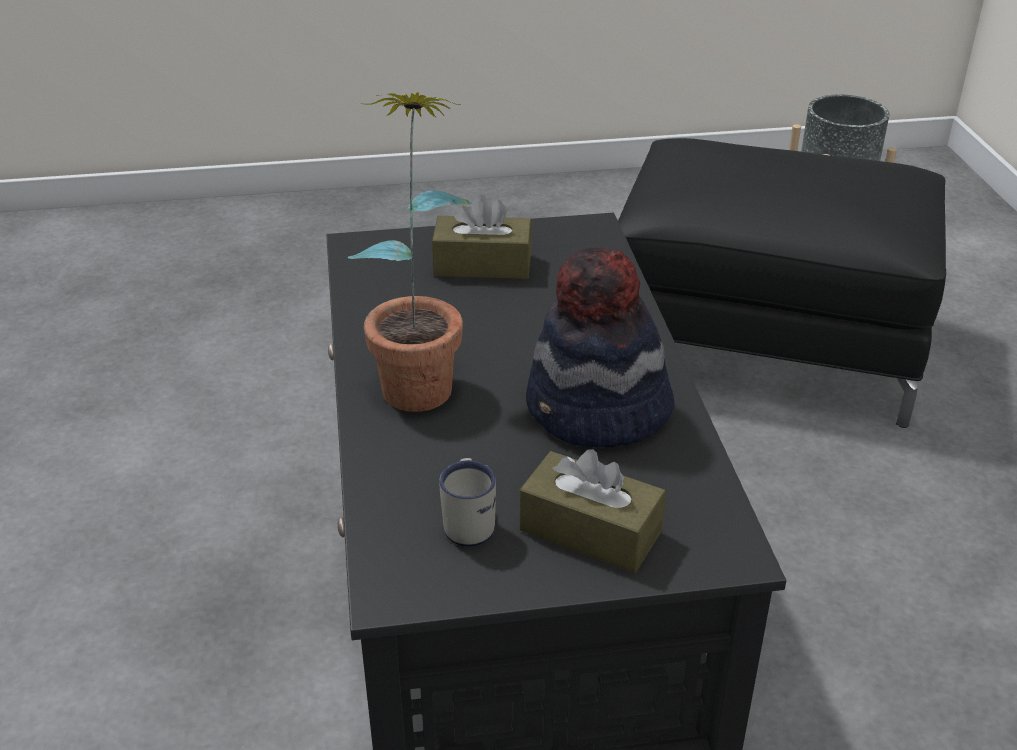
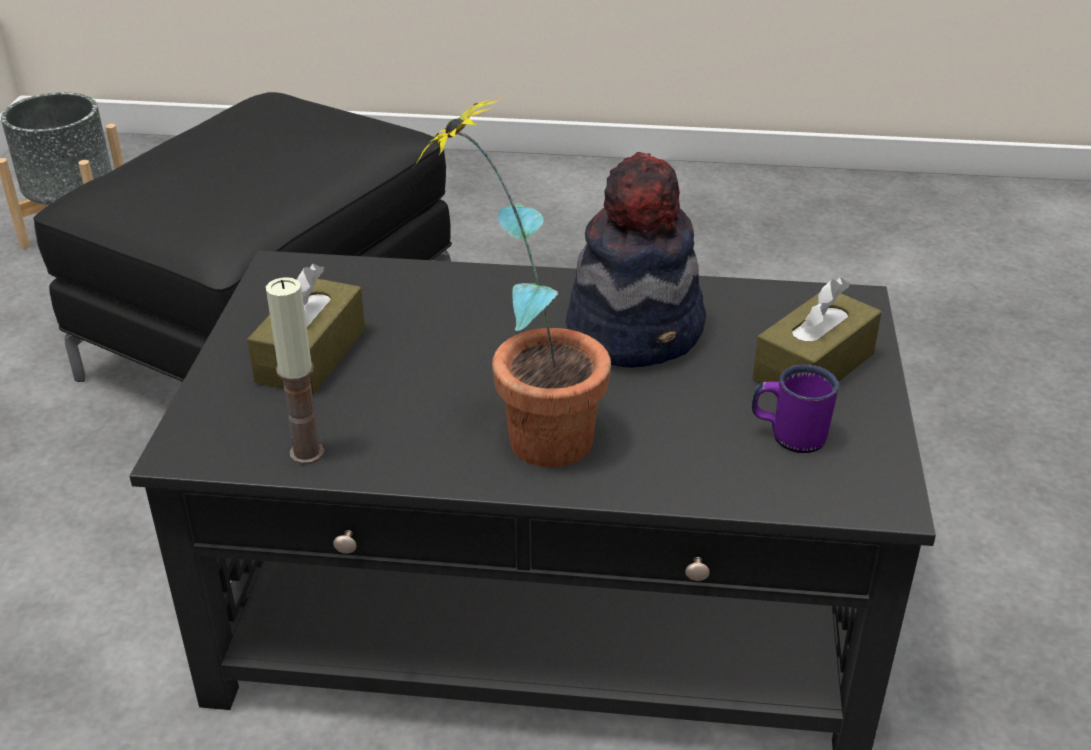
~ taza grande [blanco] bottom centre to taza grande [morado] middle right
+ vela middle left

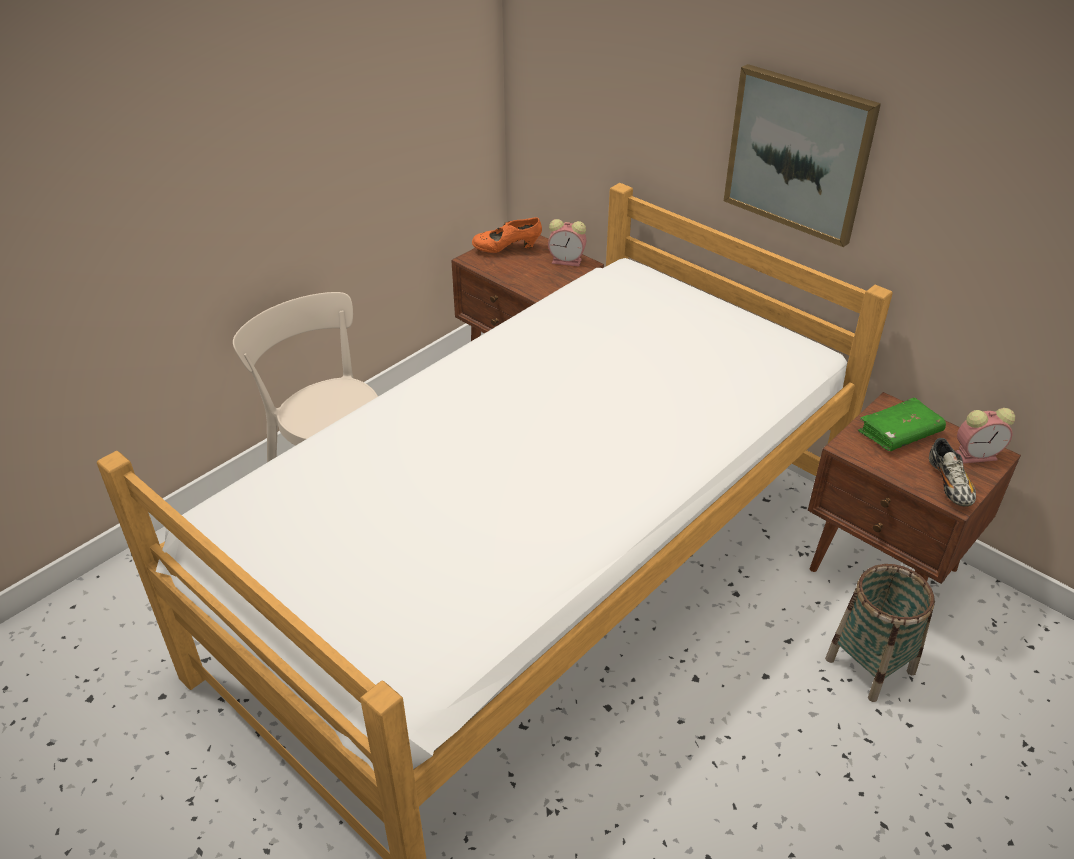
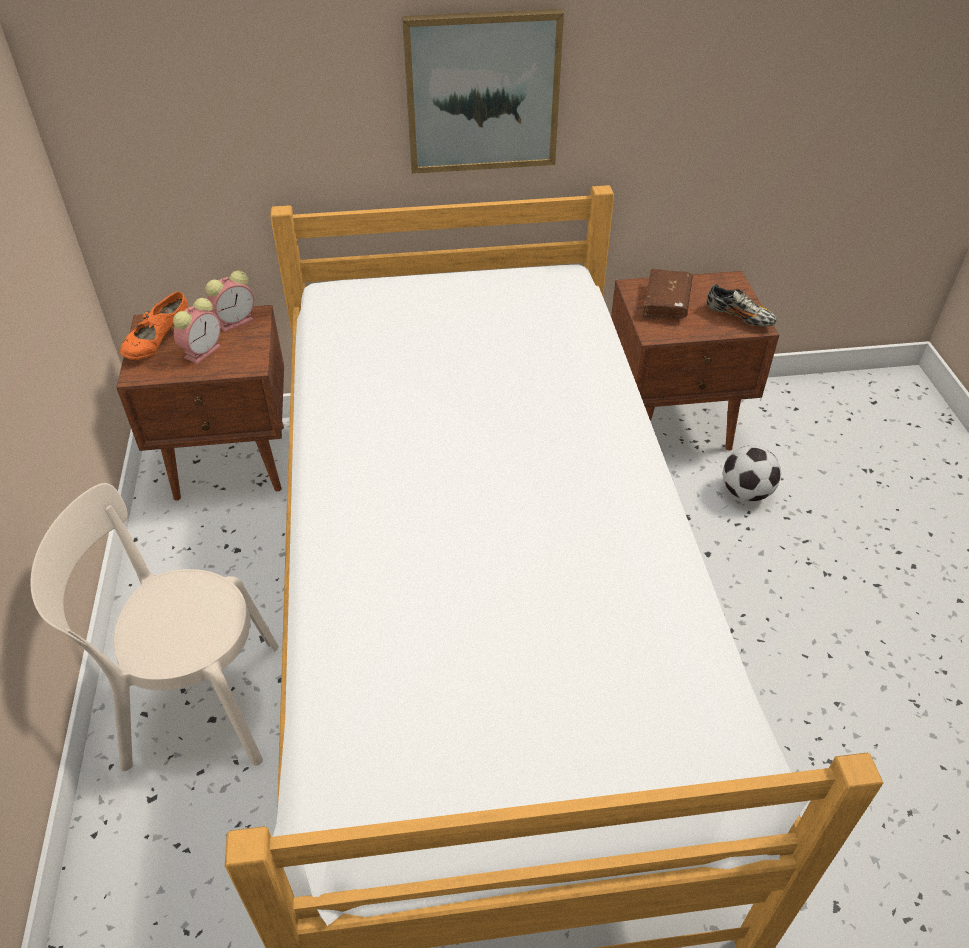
~ libro [verde] middle right to libro [marrón] top right
~ despertador (2nd from left in the first image) middle right to despertador (1st from left) middle left
~ cesta bottom right to balón de fútbol middle right

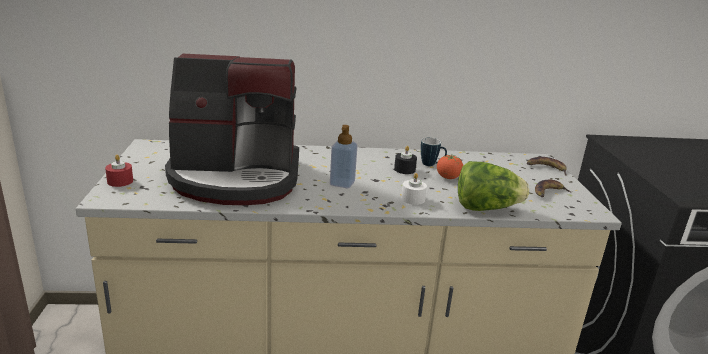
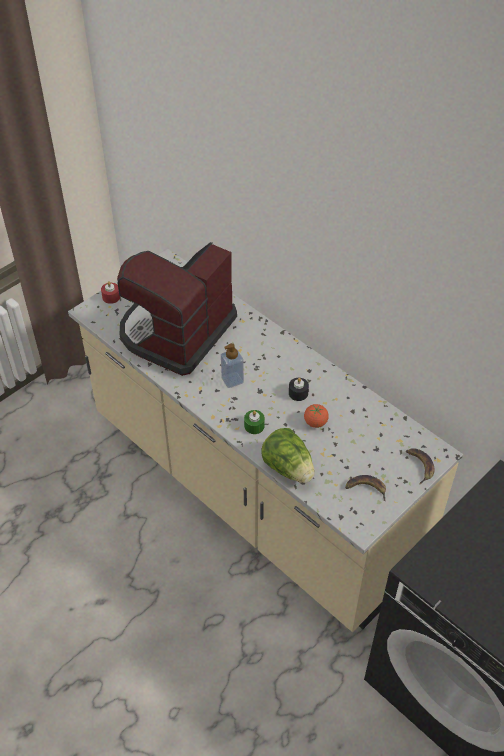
~ cafetera middle left = centre 75 degrees clockwise
- taza grande centre
~ vela [blanco] centre to vela [verde] centre

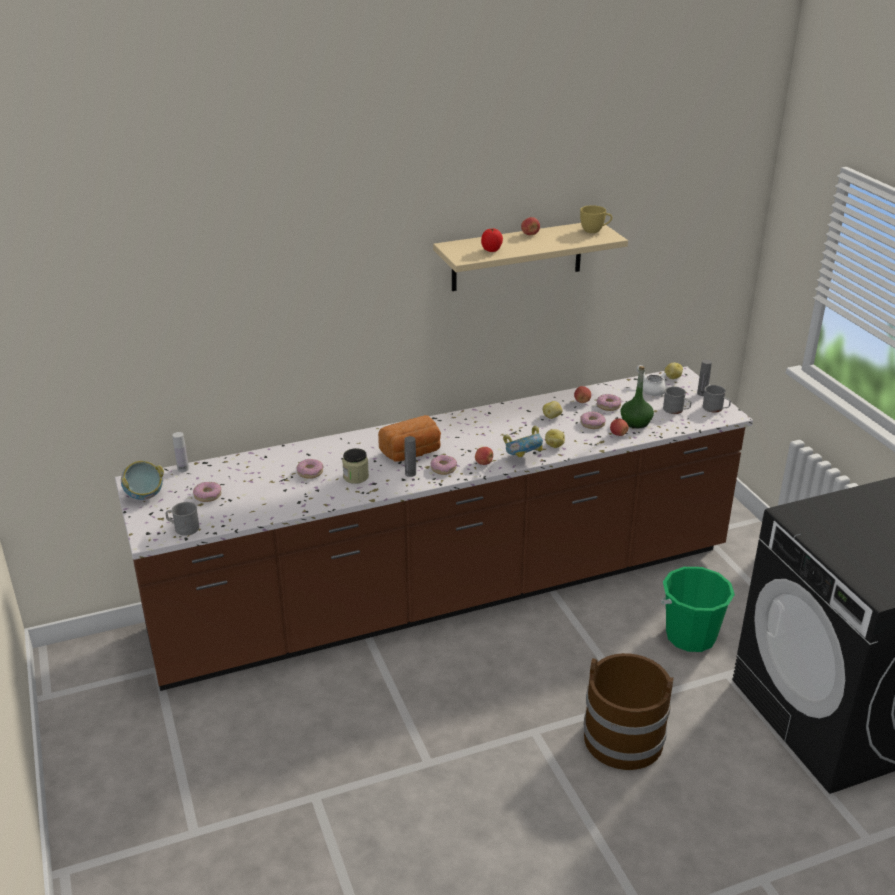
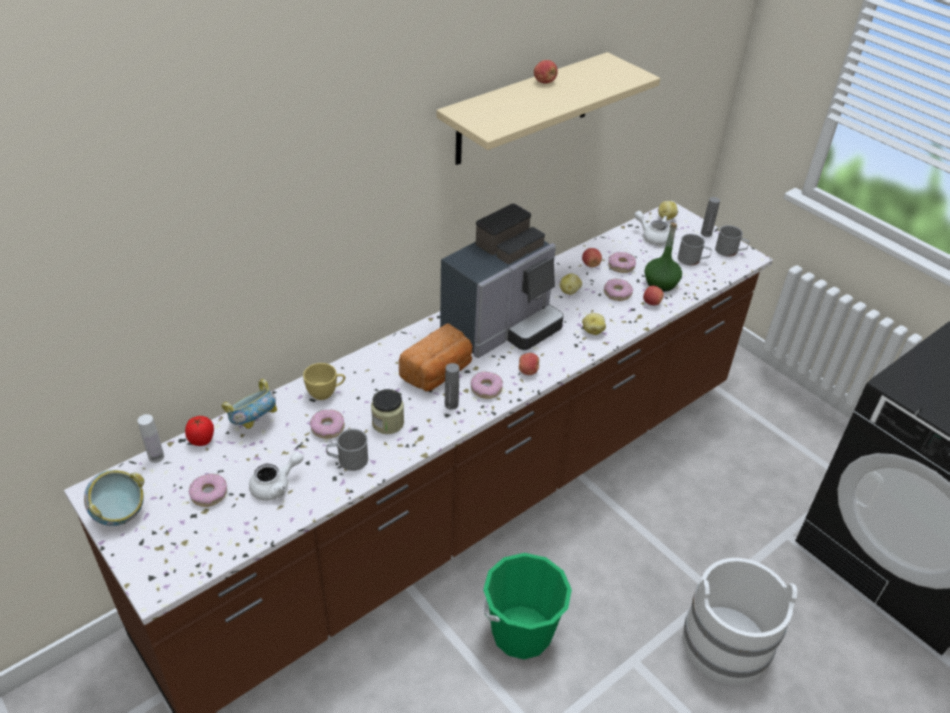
~ taza [amarillo] top centre to centre
~ tomate top centre to middle left
~ cuenco (2nd from left) centre to middle left
~ taza grande [gris] (1st from left) middle left to centre
~ cubo [verde] bottom right to bottom centre
~ cubo [marrón] bottom right to cubo [blanco] bottom right
+ cafetera centre
+ tetera [blanco] (1st from left) bottom left

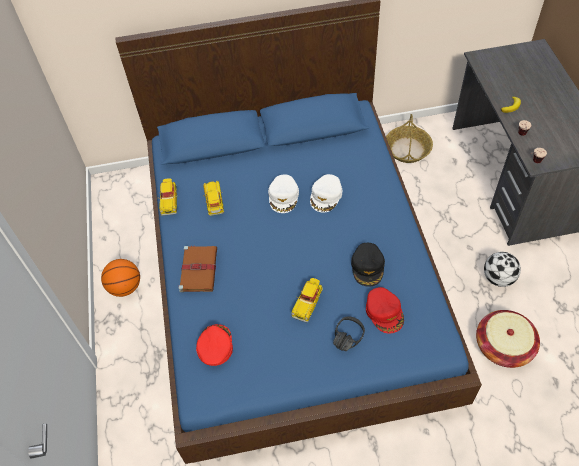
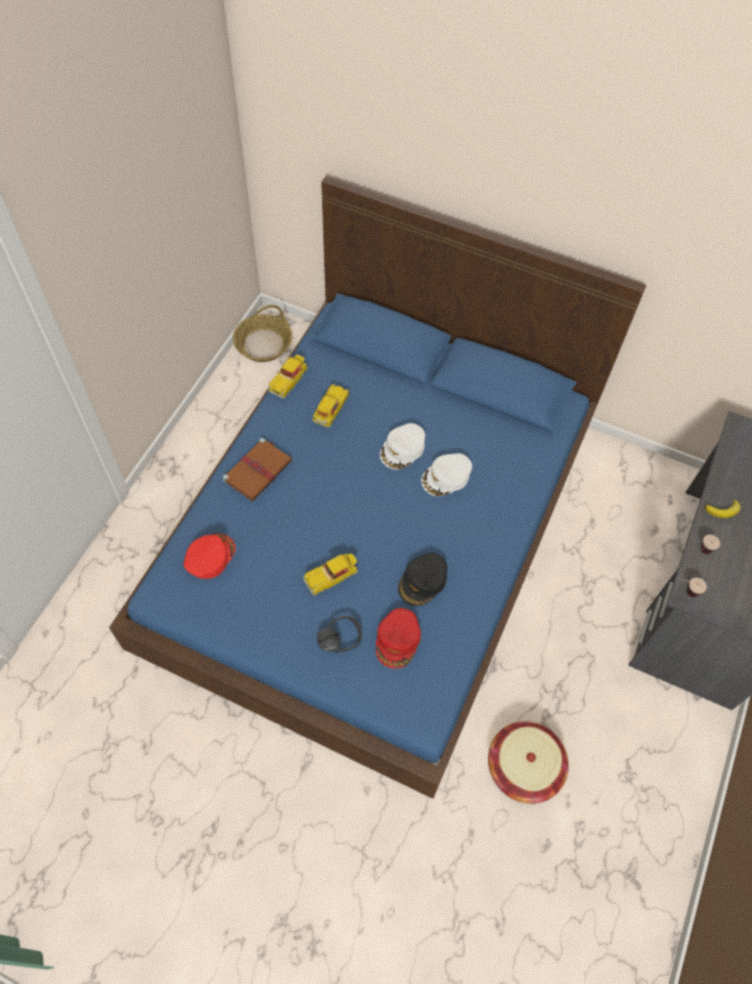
~ cesta (1st from left) top right to centre
- balón de fútbol middle right
- balón de baloncesto middle left

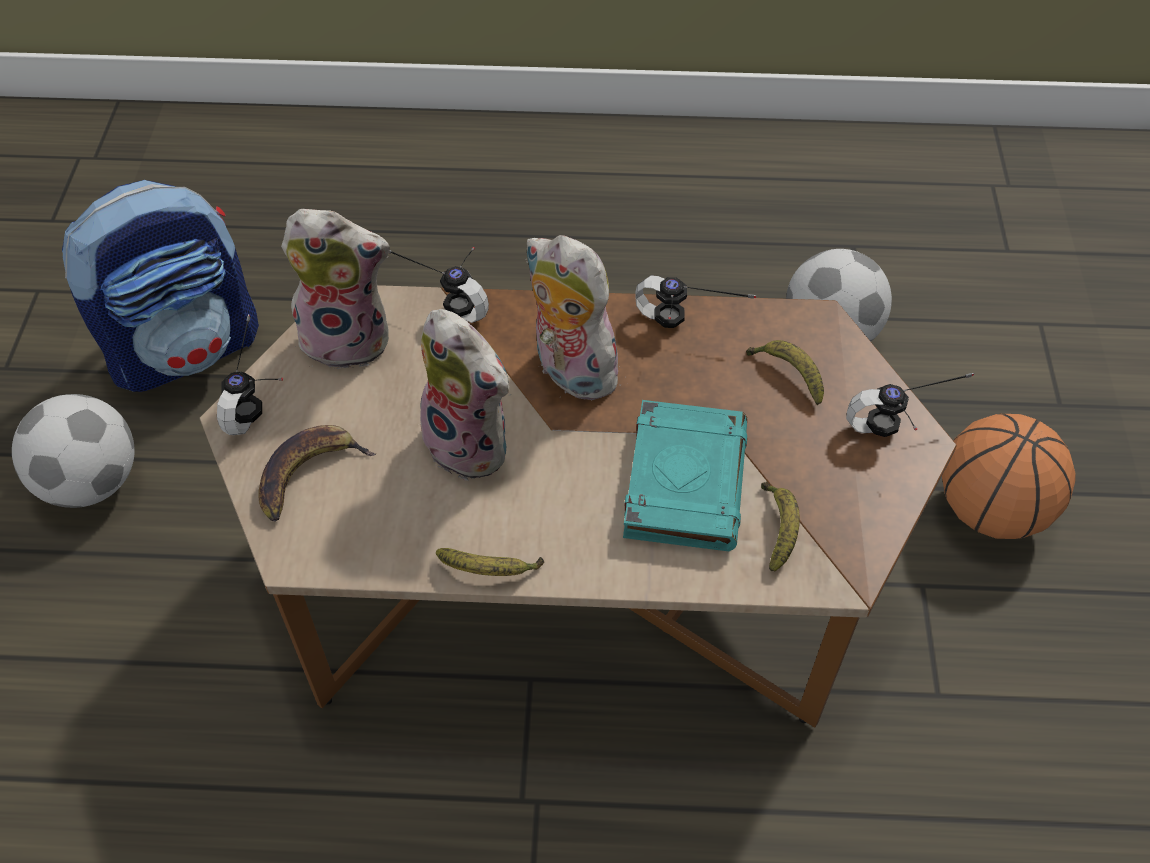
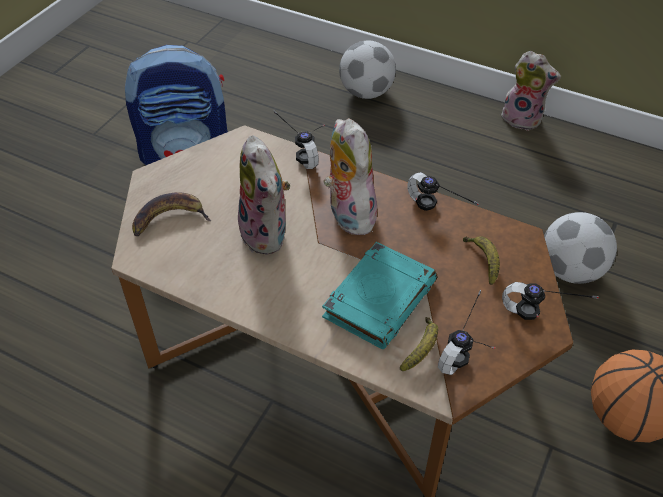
~ peluche (1st from left in the first image) middle left to peluche (3rd from left) top right
~ auriculares (1st from left in the first image) middle left to auriculares (3rd from left) bottom right
~ balón de fútbol (1st from left) middle left to top centre
- plátano (2nd from left) centre

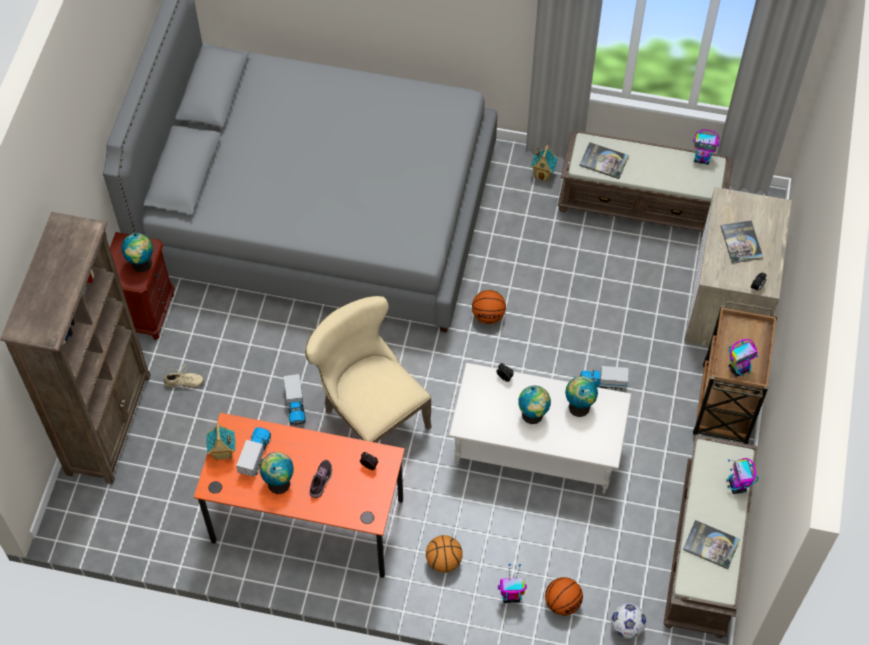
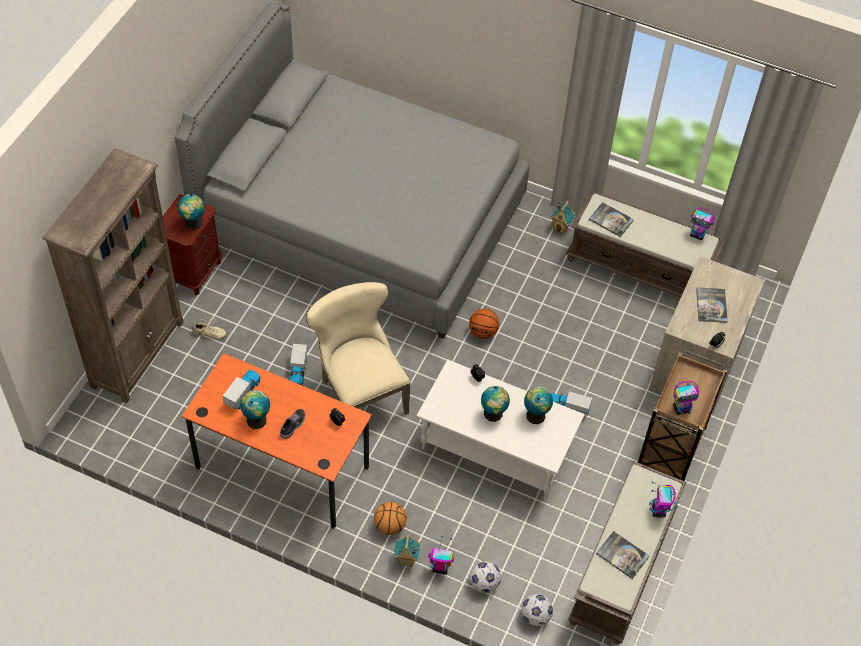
~ casita (1st from left) bottom left to bottom centre
~ balón de baloncesto (3rd from left) bottom centre to balón de fútbol (1st from left) bottom centre

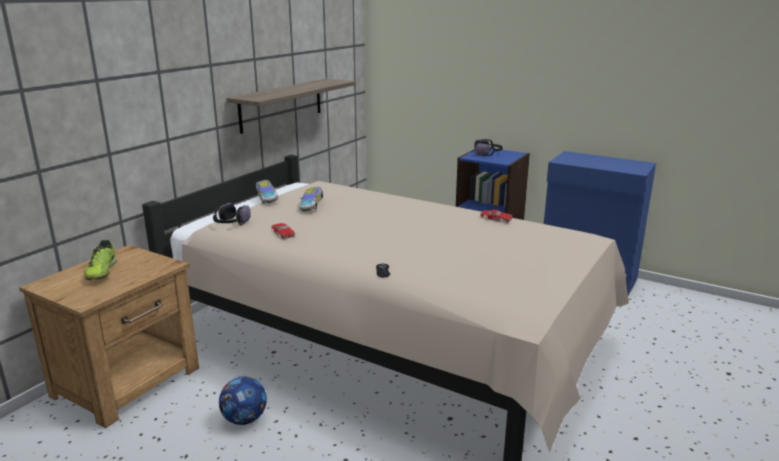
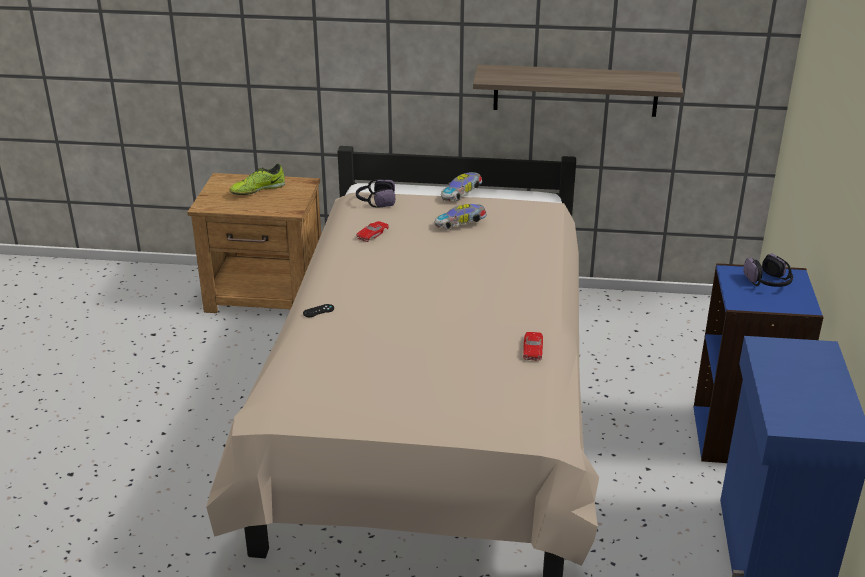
- balón de fútbol bottom left

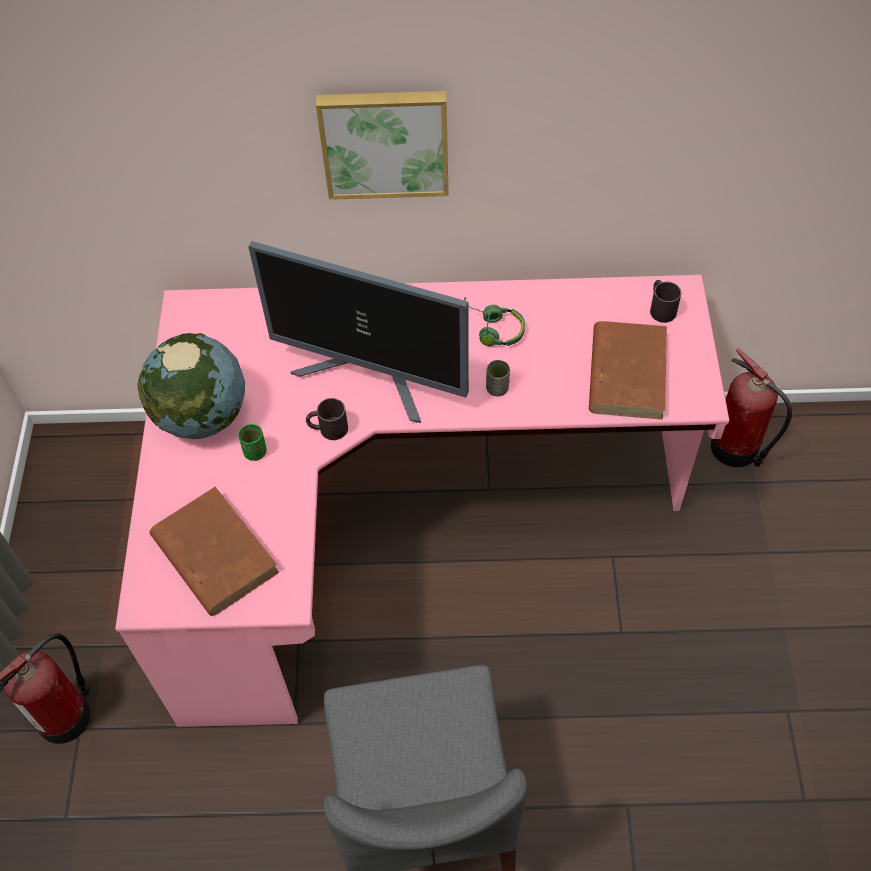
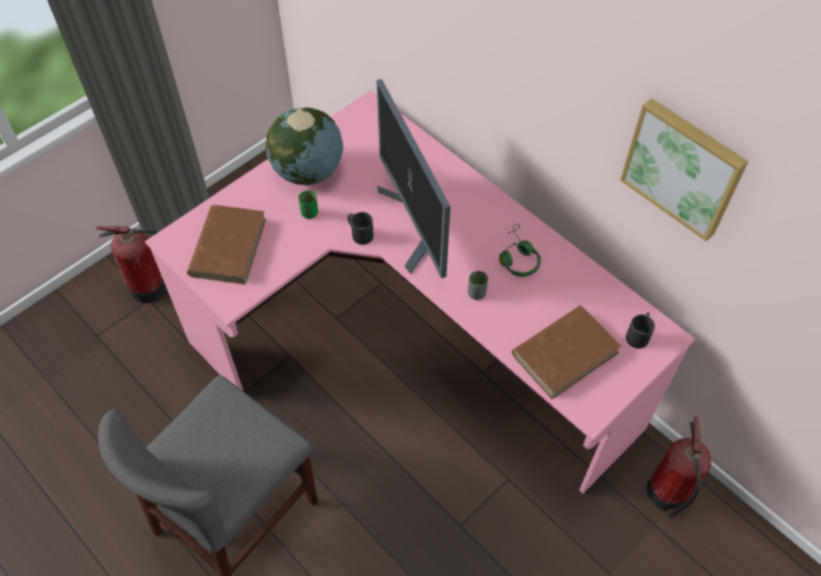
~ cuadro top centre to top right

